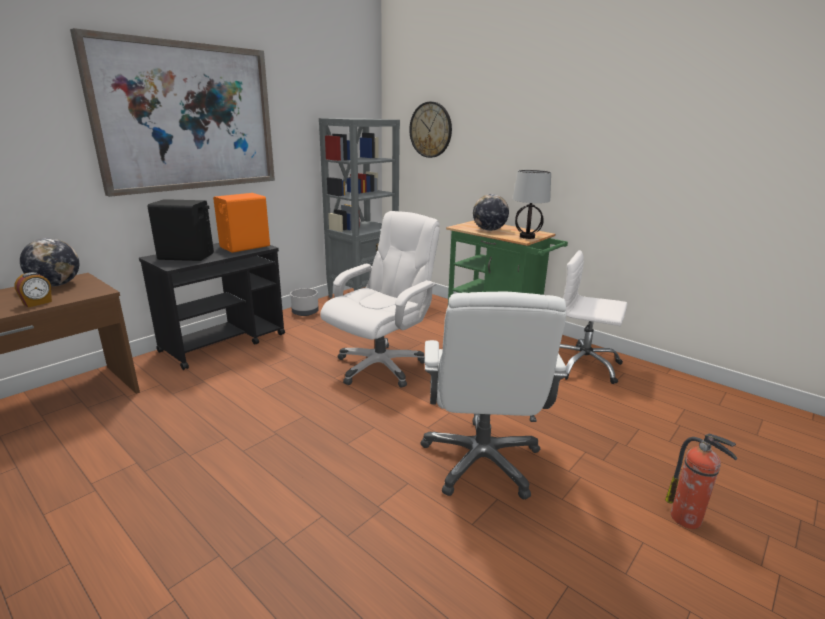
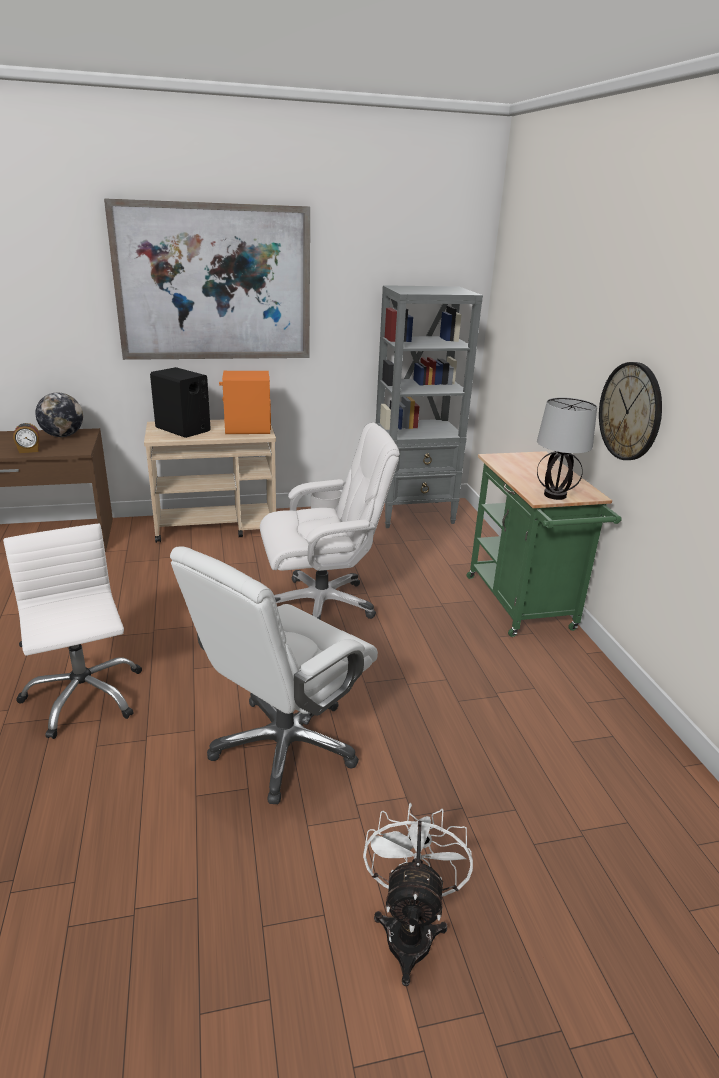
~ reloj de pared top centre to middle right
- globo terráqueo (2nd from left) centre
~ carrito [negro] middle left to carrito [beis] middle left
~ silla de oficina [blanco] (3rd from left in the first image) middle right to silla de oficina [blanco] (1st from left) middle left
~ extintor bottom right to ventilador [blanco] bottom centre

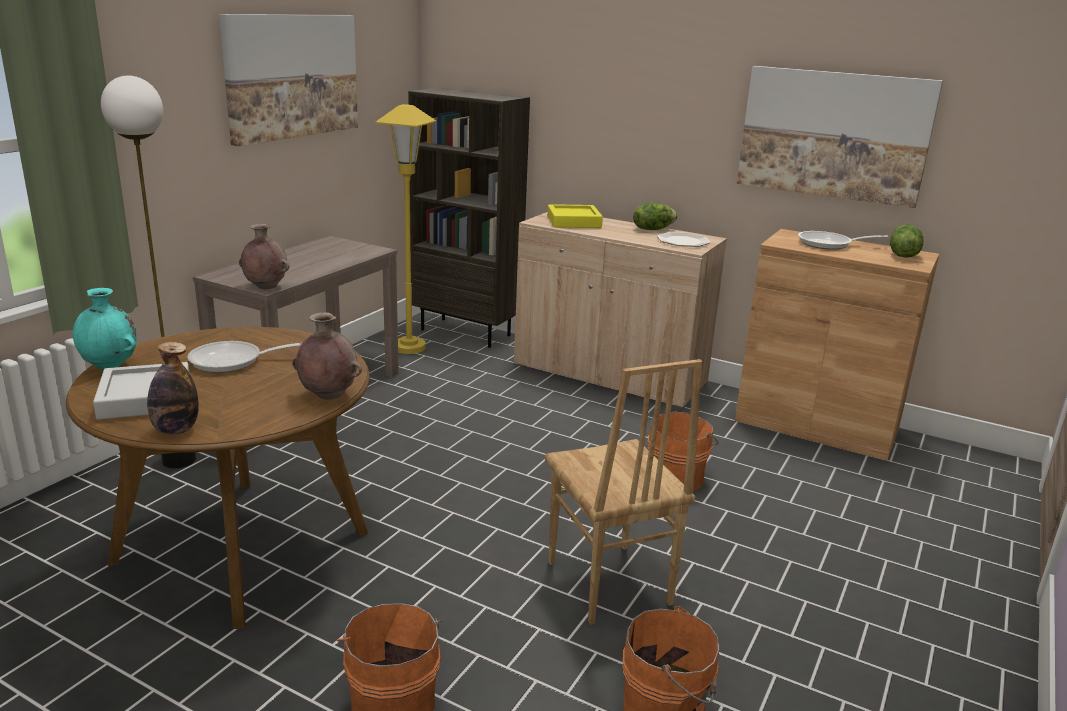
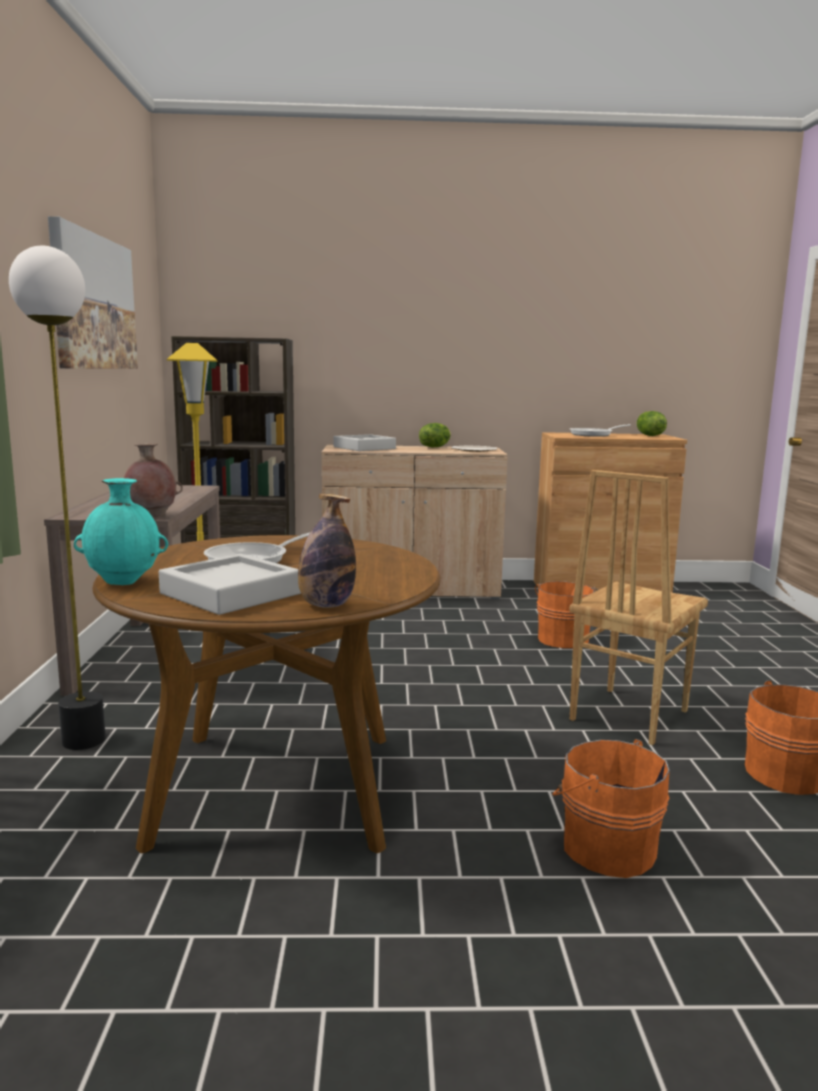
- cuadro (2nd from left) top right
~ bandeja [amarillo] top centre to bandeja [gris] (2nd from left) centre
- florero [marrón] (2nd from left) middle left
~ silla [marrón] bottom centre = middle right 90 degrees clockwise

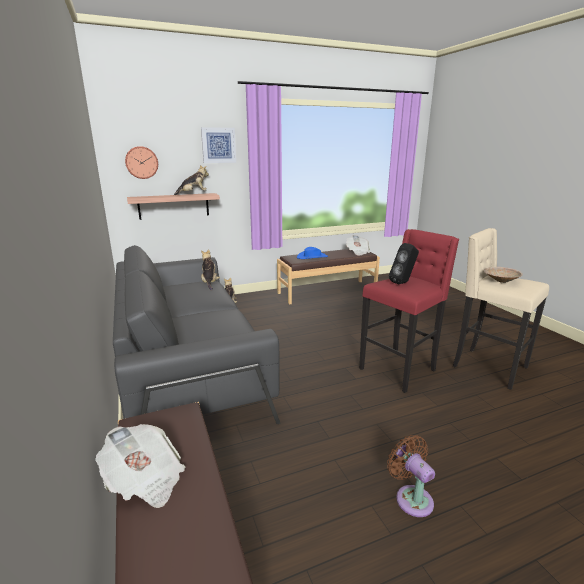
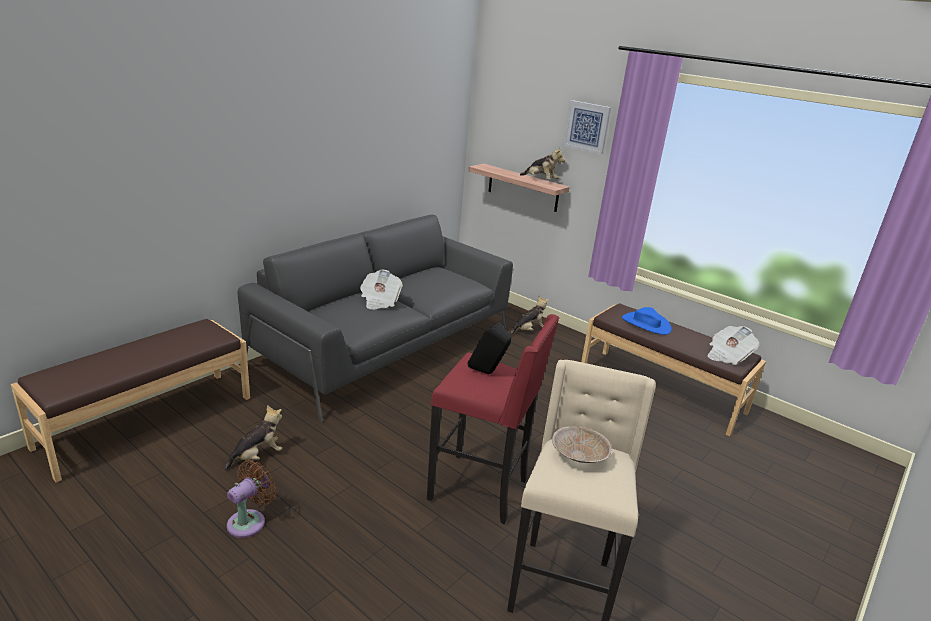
- reloj de pared top left
~ peluche (2nd from left in the first image) centre to peluche (1st from left) bottom left
~ periódico (1st from left) bottom left to centre

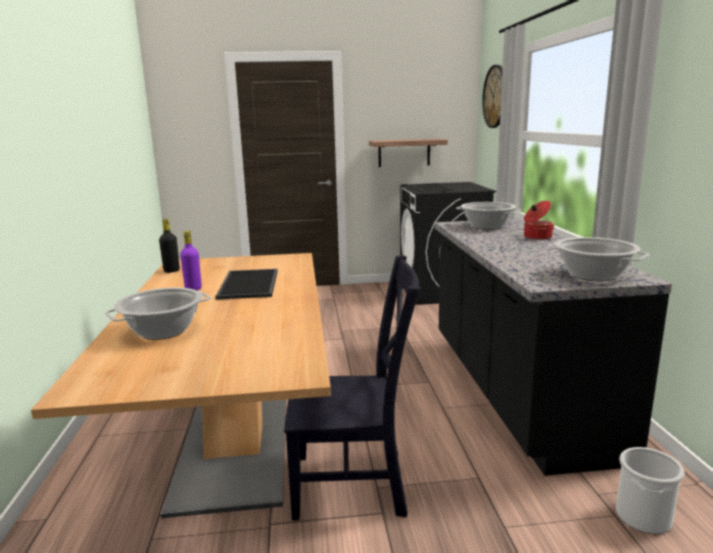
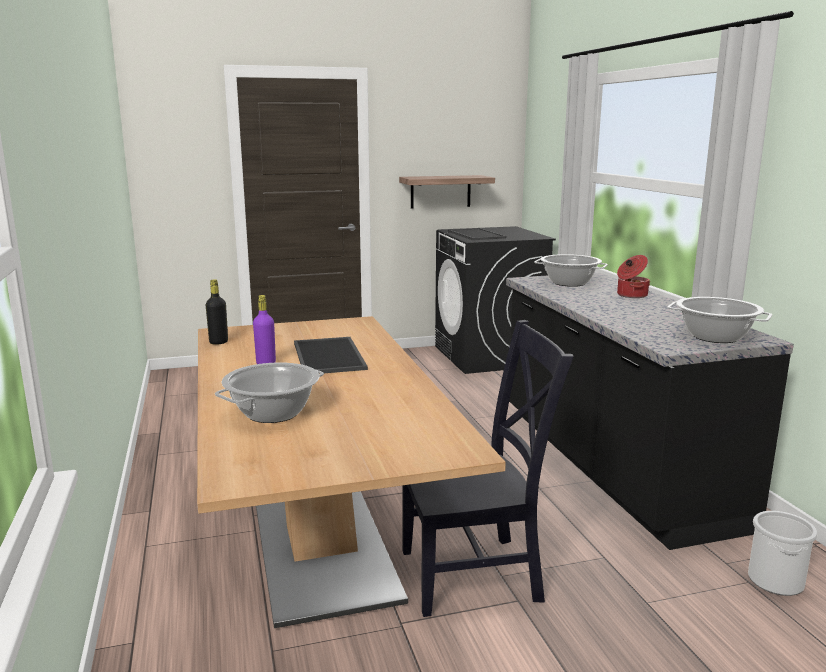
- reloj de pared top right

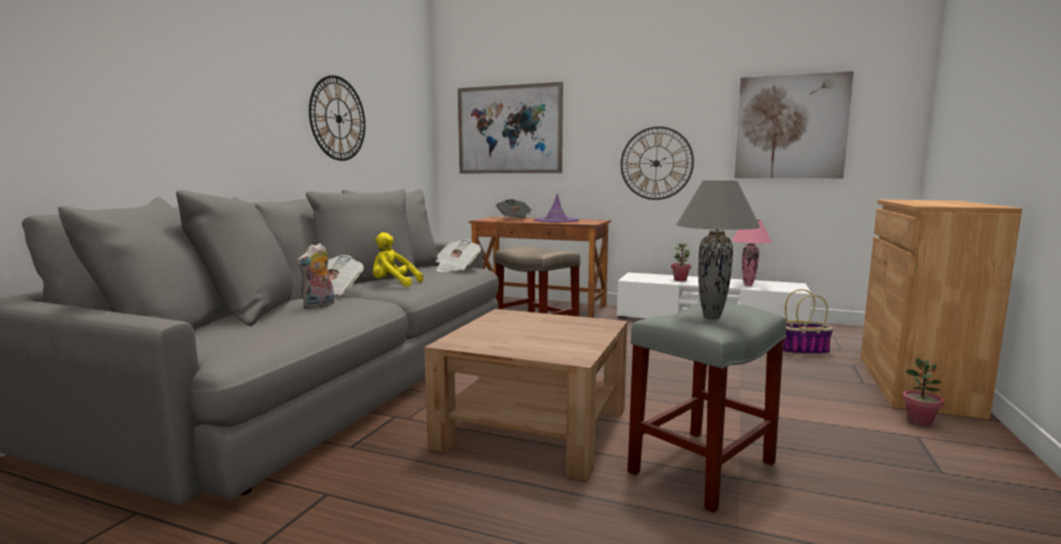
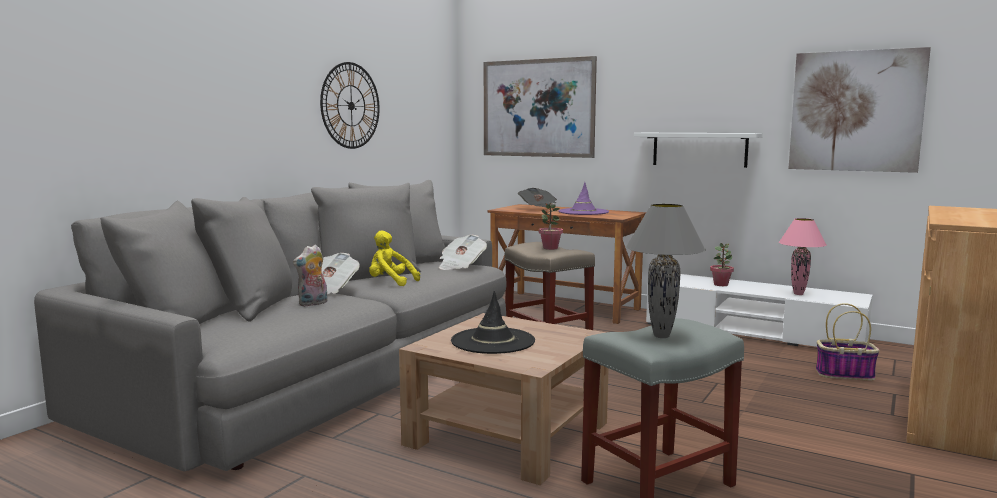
~ reloj de pared (2nd from left) top centre to estante [blanco] top right
~ planta en maceta (2nd from left in the first image) bottom right to planta en maceta (1st from left) centre
+ sombrero [negro] centre

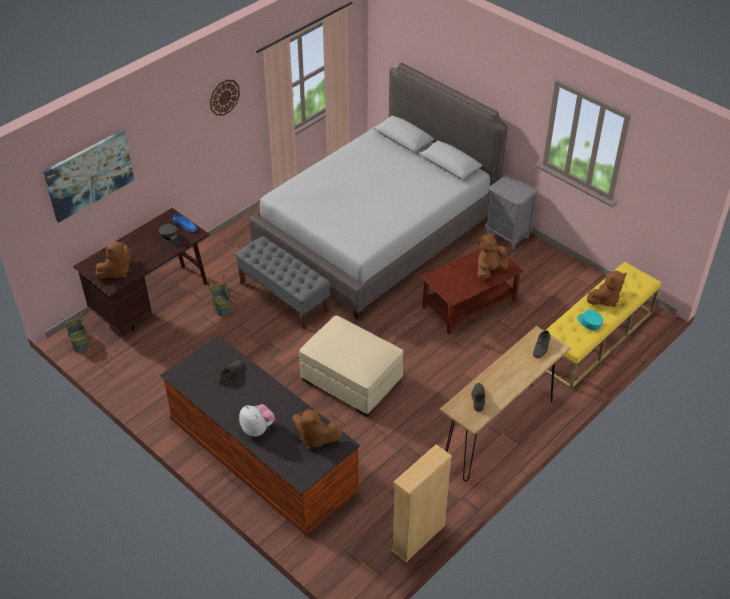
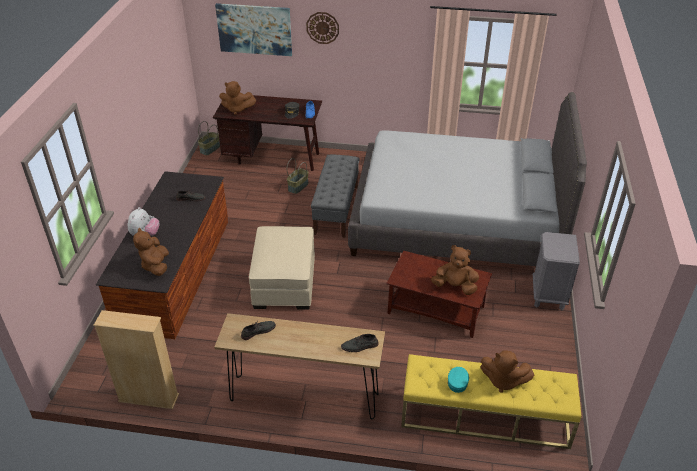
~ reloj de pared top left to top centre

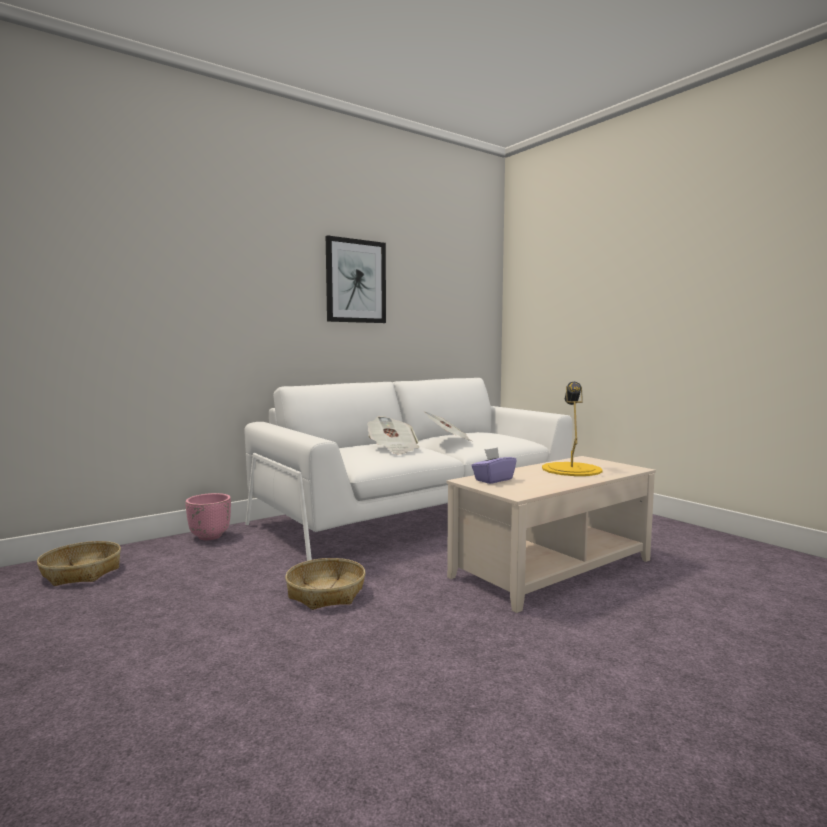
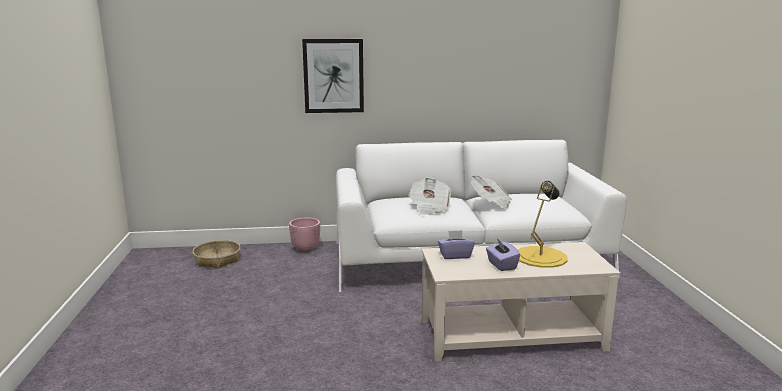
~ cuadro centre to top centre
- cesta (2nd from left) bottom centre
+ caja de pañuelos [morado] (2nd from left) centre

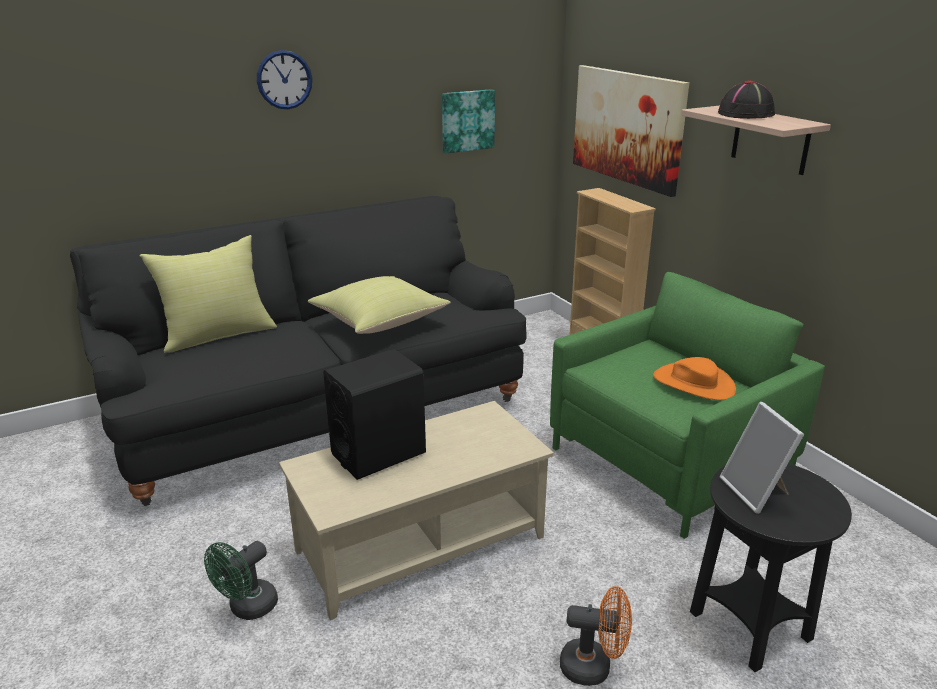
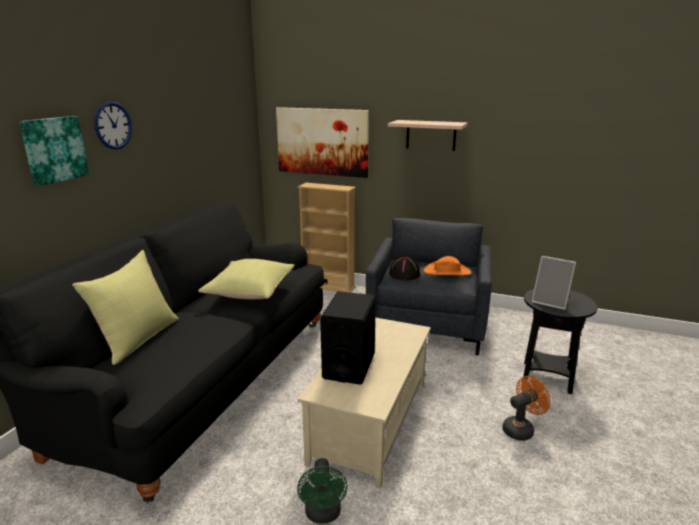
~ sombrero [negro] top right to centre
~ cuadro (1st from left) top centre to top left
~ sillón [verde] middle right to sillón [gris] centre

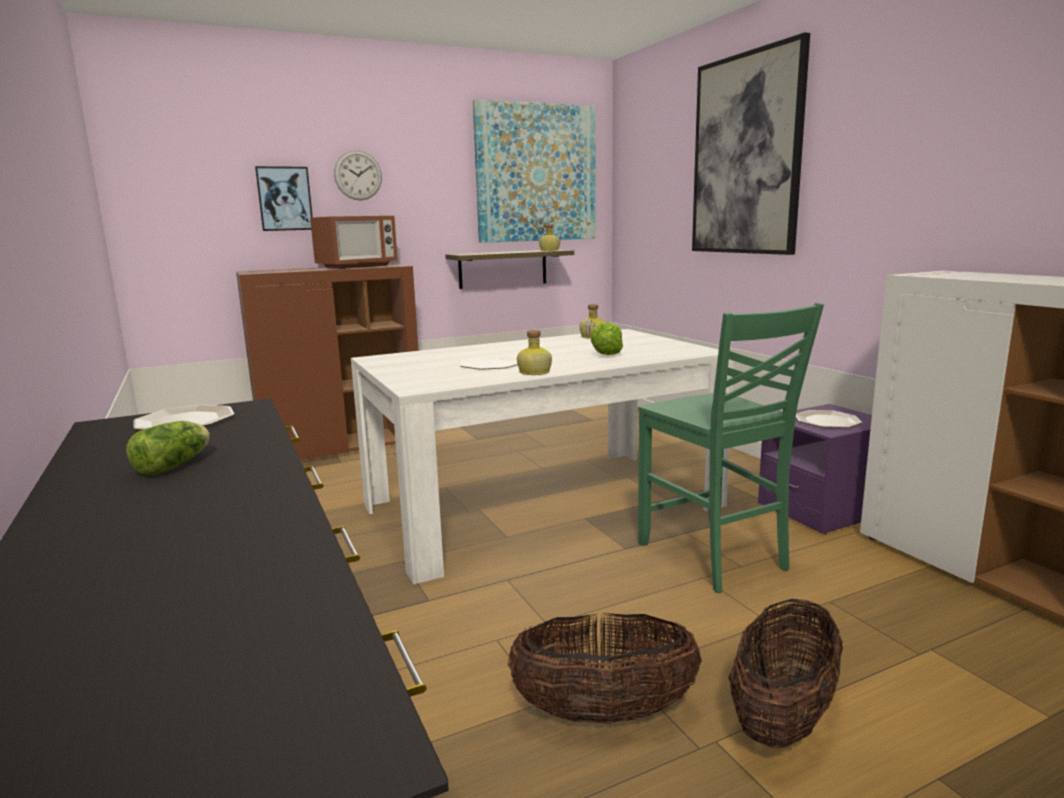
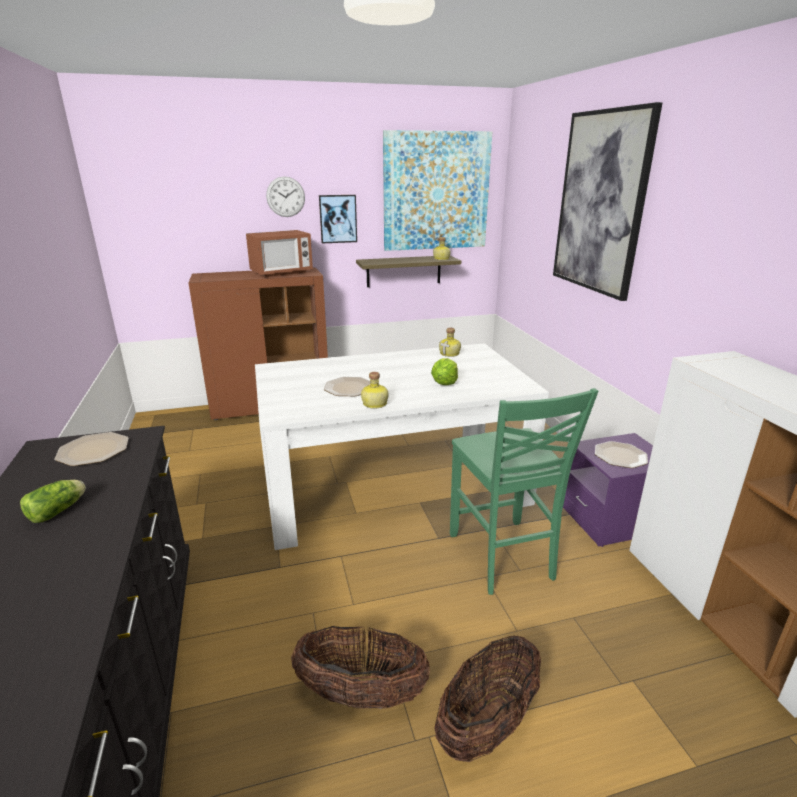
~ cuadro (1st from left) top left to top centre

